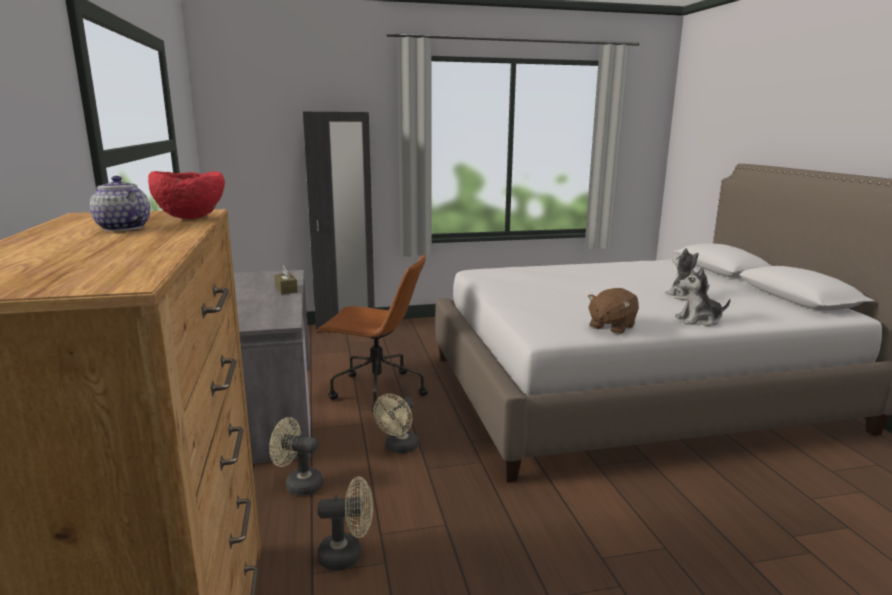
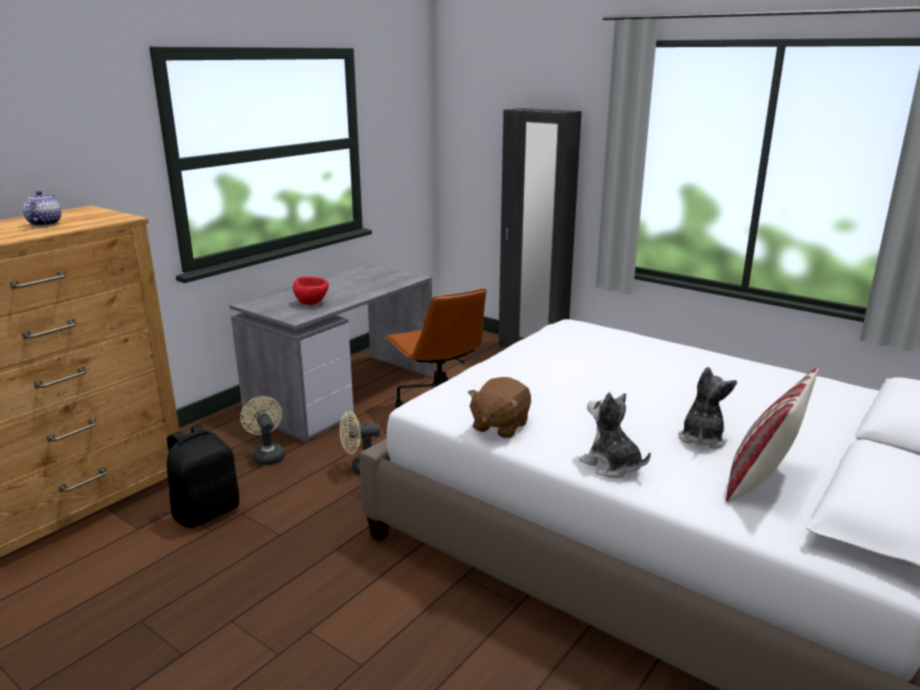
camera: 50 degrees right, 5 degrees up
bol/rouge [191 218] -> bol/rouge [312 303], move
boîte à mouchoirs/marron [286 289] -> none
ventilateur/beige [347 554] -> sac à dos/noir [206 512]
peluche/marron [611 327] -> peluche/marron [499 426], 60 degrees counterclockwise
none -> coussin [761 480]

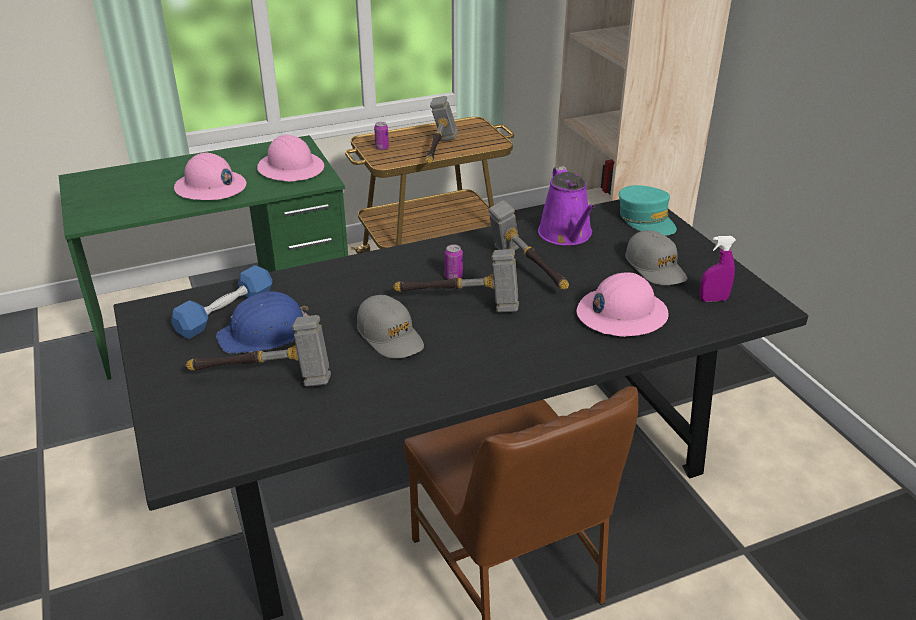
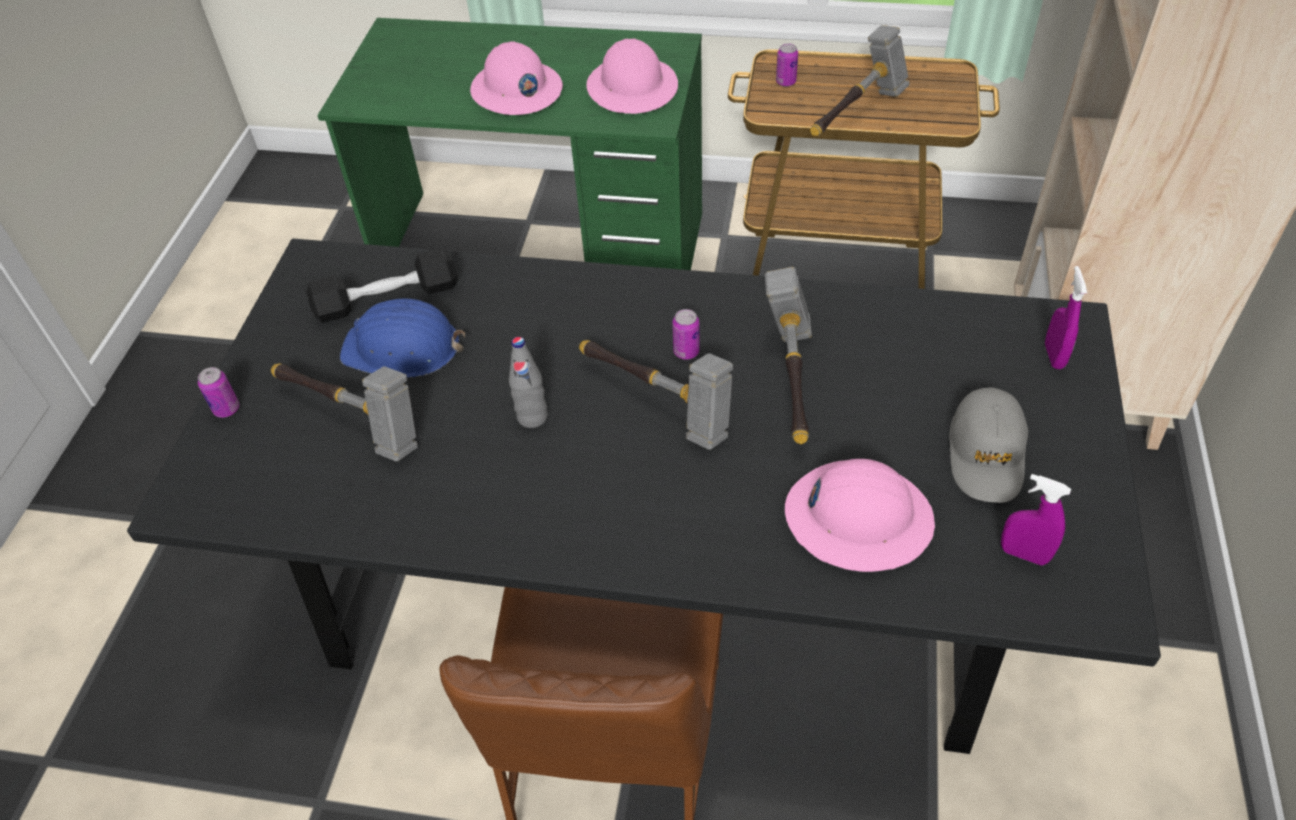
camera: 35 degrees right, 15 degrees up
haltère/bleu [225 312] -> haltère/noir [387 298]
casquette/gris [390 336] -> bouteille/gris [532 417]
arrosoir/violet [566 235] -> none
casquette/turquoise [646 220] -> vaporisateur/violet [1054 356]
none -> boîte métallique [227 409]

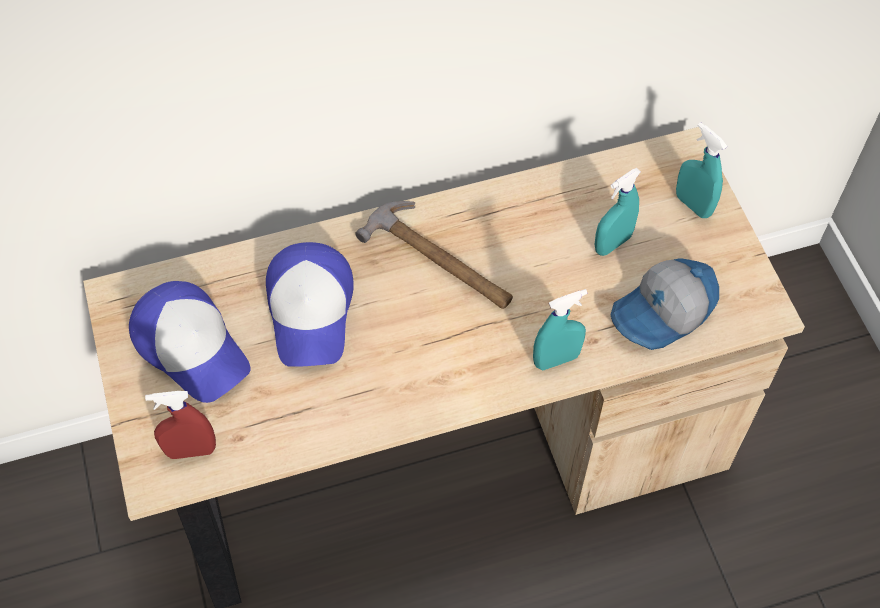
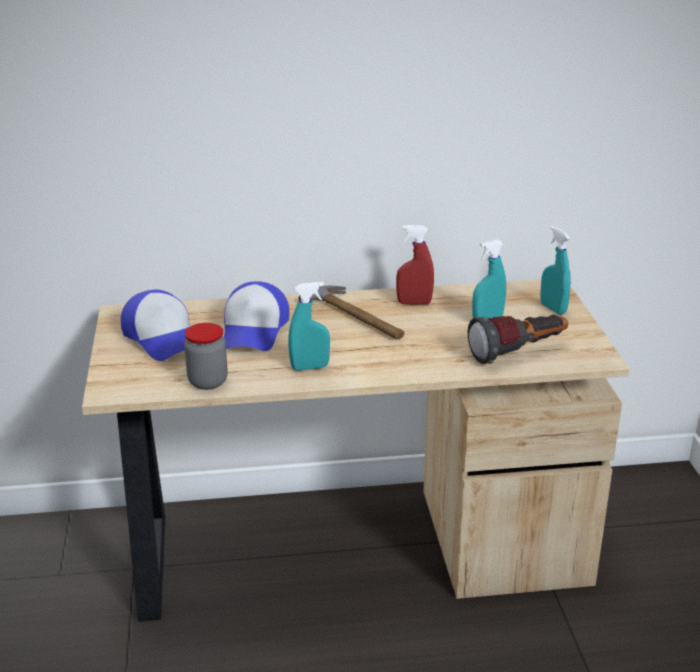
camera: 10 degrees right, 30 degrees down
vaporisateur/rouge [191 451] -> vaporisateur/rouge [414 303], move
vaporisateur/turquoise [556 359] -> vaporisateur/turquoise [310 367], move
casquette [663 314] -> lampe de poche [518 353]
none -> bocal [208 381]

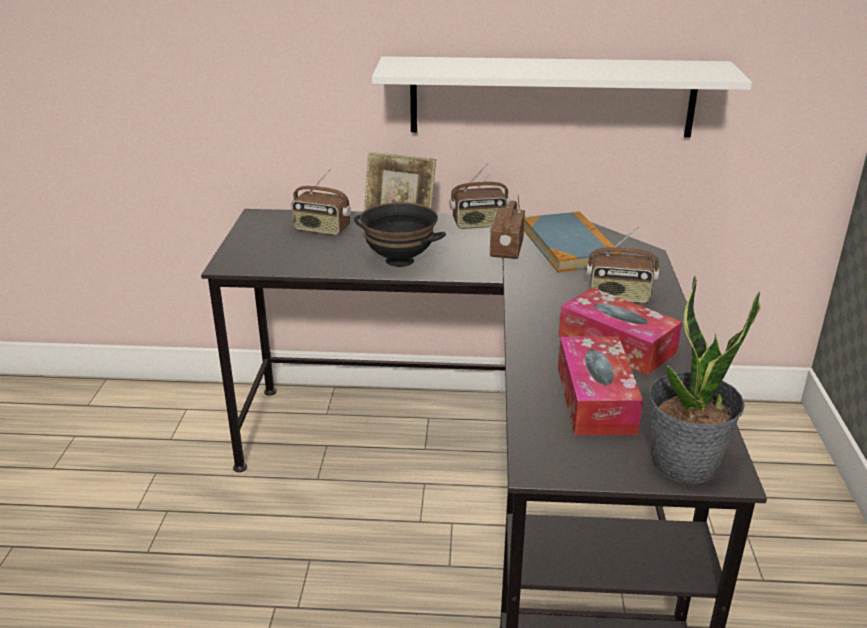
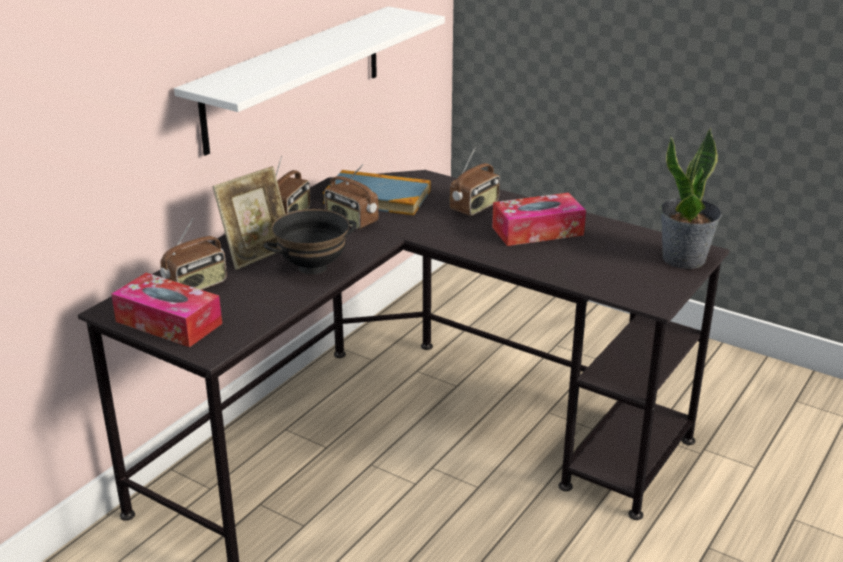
camera: 60 degrees left, 0 degrees up
boîte à mouchoirs [595 399] -> boîte à mouchoirs [169 322], move

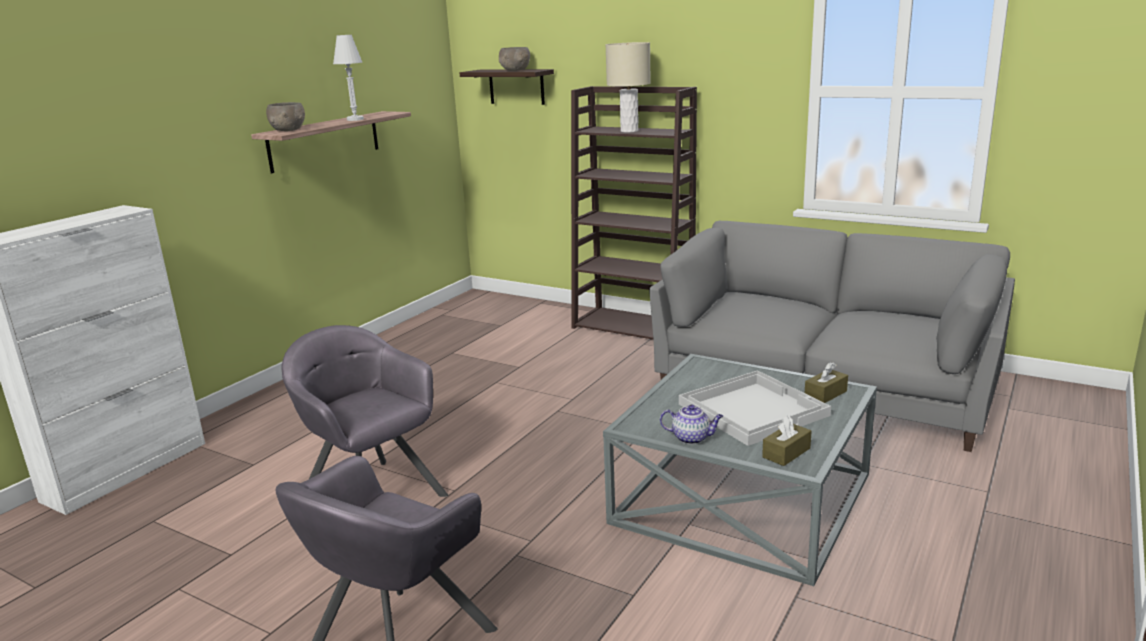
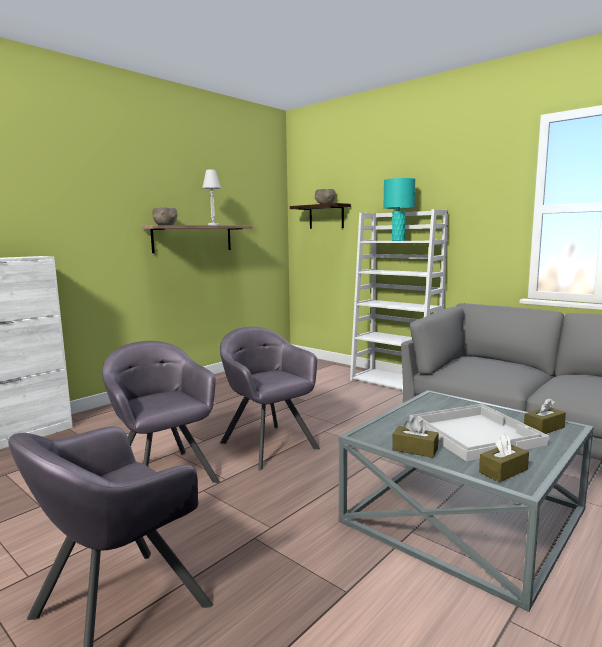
camera: 10 degrees right, 10 degrees down
bibliothèque/marron [634 326] -> bibliothèque/blanc [395 382]
lampe de table/beige [629 131] -> lampe de table/turquoise [398 240]
théière [692 438] -> boîte à mouchoirs/marron [415 449]
none -> fauteuil/gris [269 445]

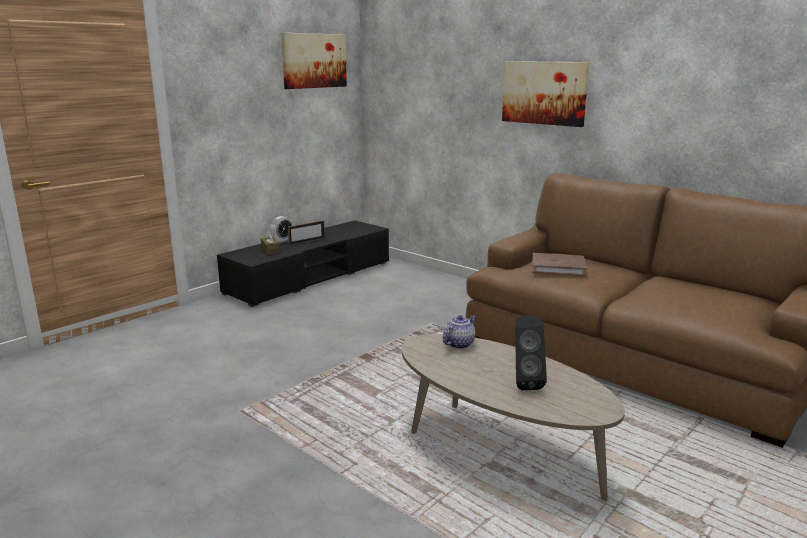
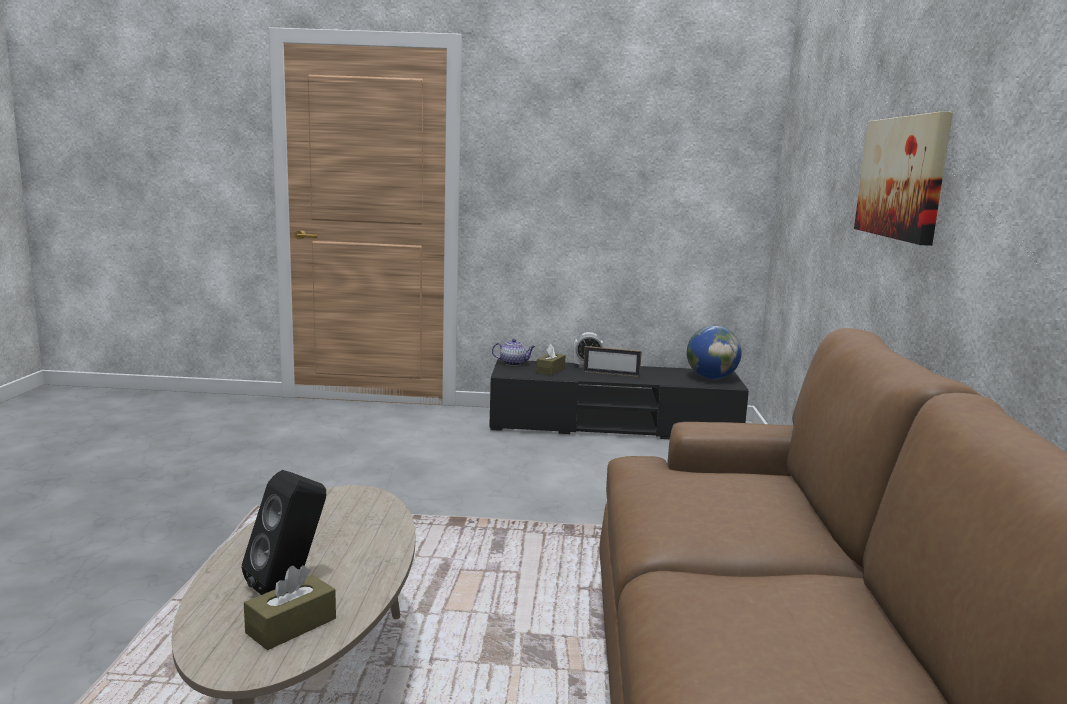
camera: 50 degrees right, 5 degrees down
tableau [314 61] -> none
théière [459 344] -> théière [513 363], move
livre/marron [558 267] -> none
none -> boîte à mouchoirs/marron [291 626]
none -> globe [711 378]

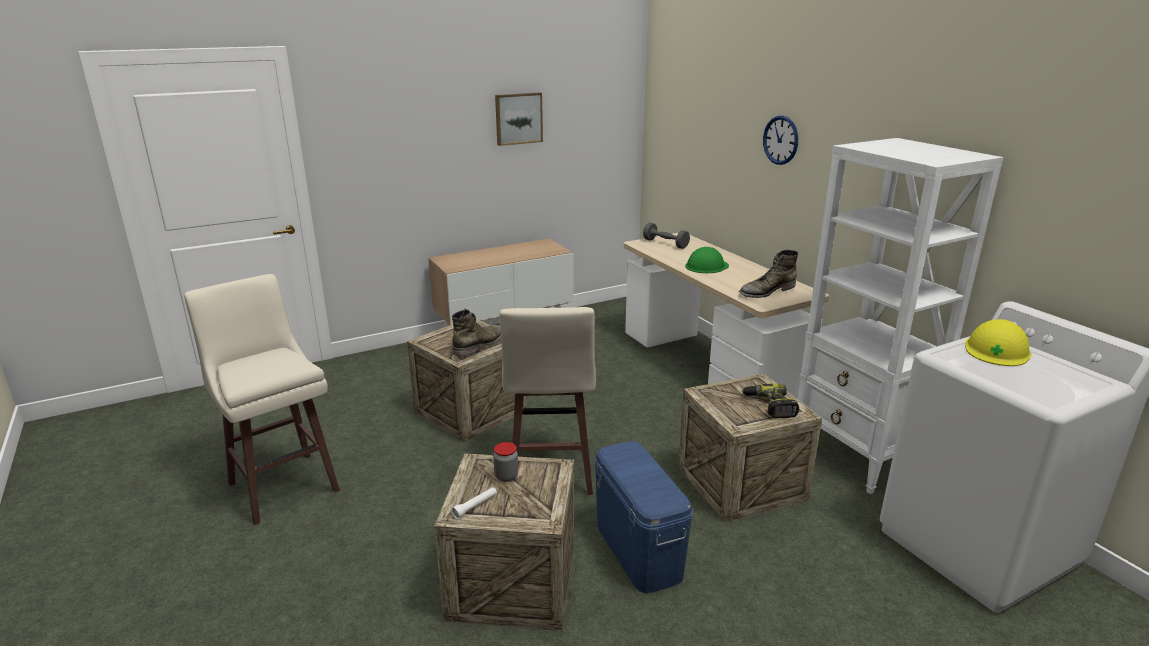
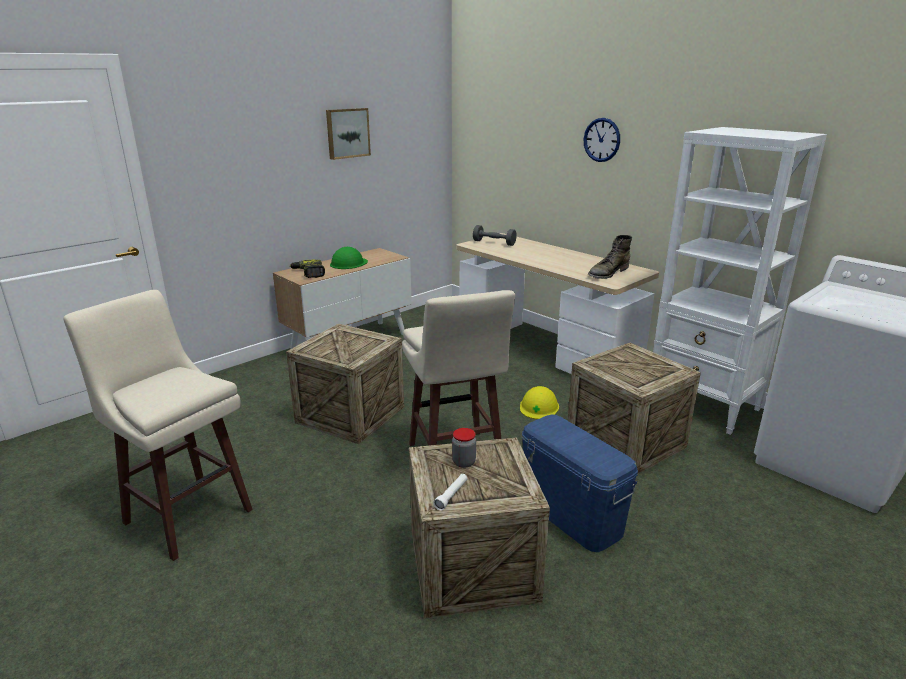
camera: 15 degrees left, 0 degrees up
botte/vert [479 345] -> none
casque de chantier/vert [706 266] -> casque de chantier/vert [348 263], move
perceuse [769 406] -> perceuse [308 273], move
casque de chantier/jaune [997 350] -> casque de chantier/jaune [539 407], move

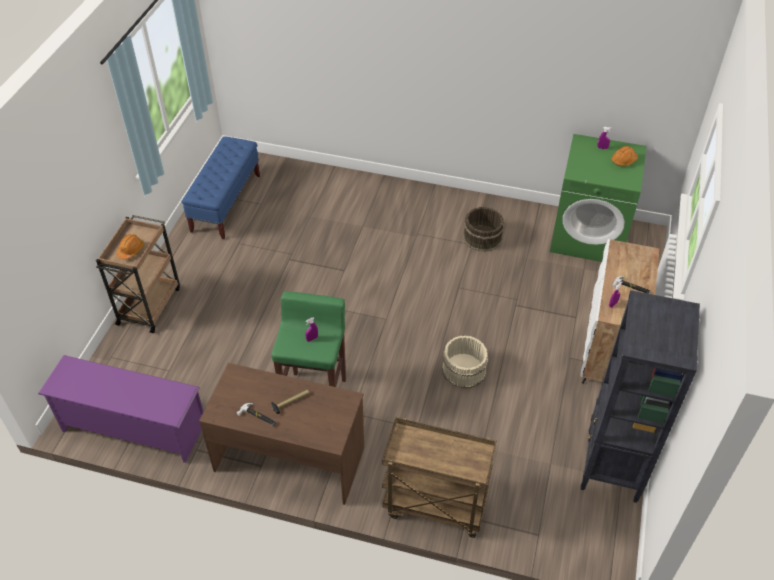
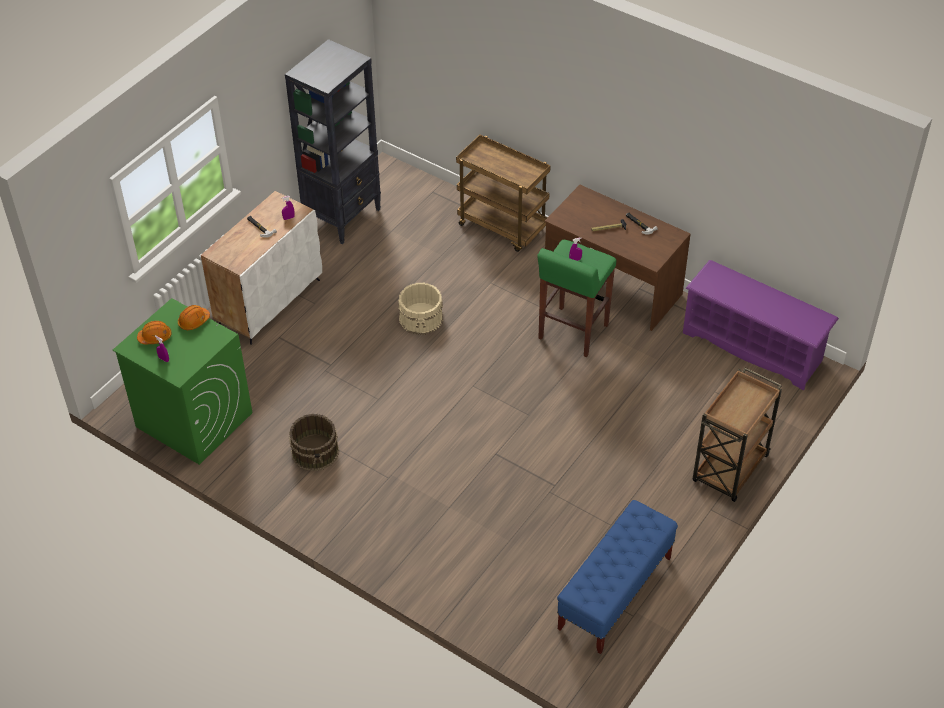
camera: 160 degrees left, 0 degrees up
casque de chantier/orange [131 250] -> casque de chantier/orange [194 321], move

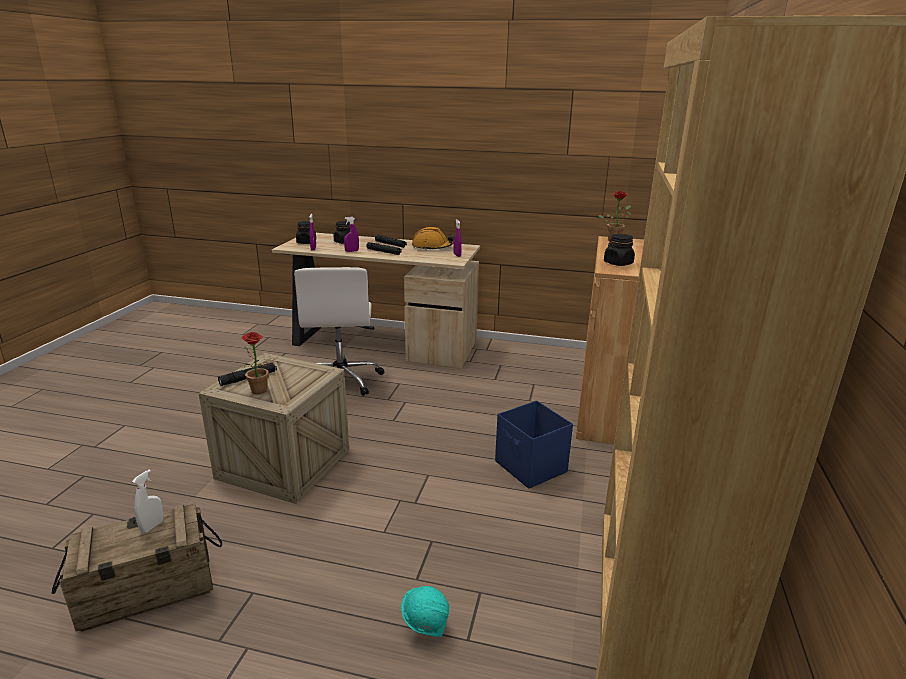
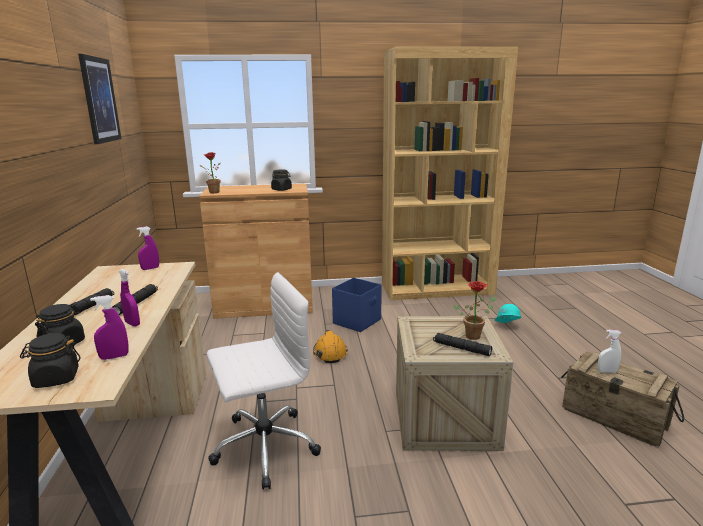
camera: 110 degrees left, 5 degrees down
casque de chantier/orange [432 247] -> casque de chantier/orange [330 352], move
none -> tableau [99 100]

